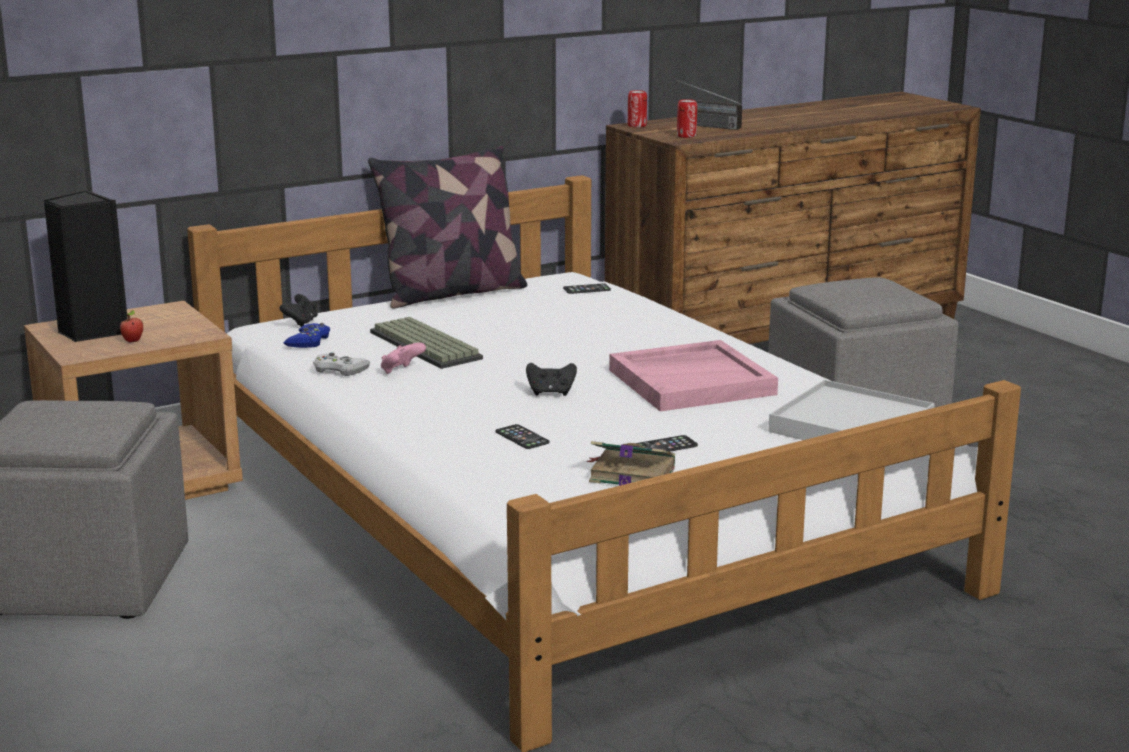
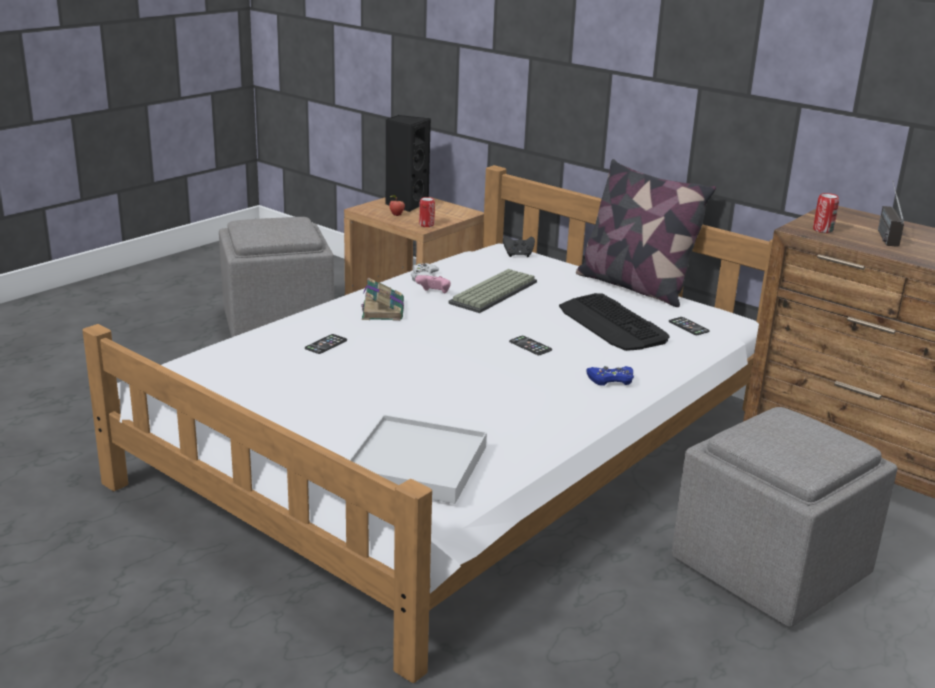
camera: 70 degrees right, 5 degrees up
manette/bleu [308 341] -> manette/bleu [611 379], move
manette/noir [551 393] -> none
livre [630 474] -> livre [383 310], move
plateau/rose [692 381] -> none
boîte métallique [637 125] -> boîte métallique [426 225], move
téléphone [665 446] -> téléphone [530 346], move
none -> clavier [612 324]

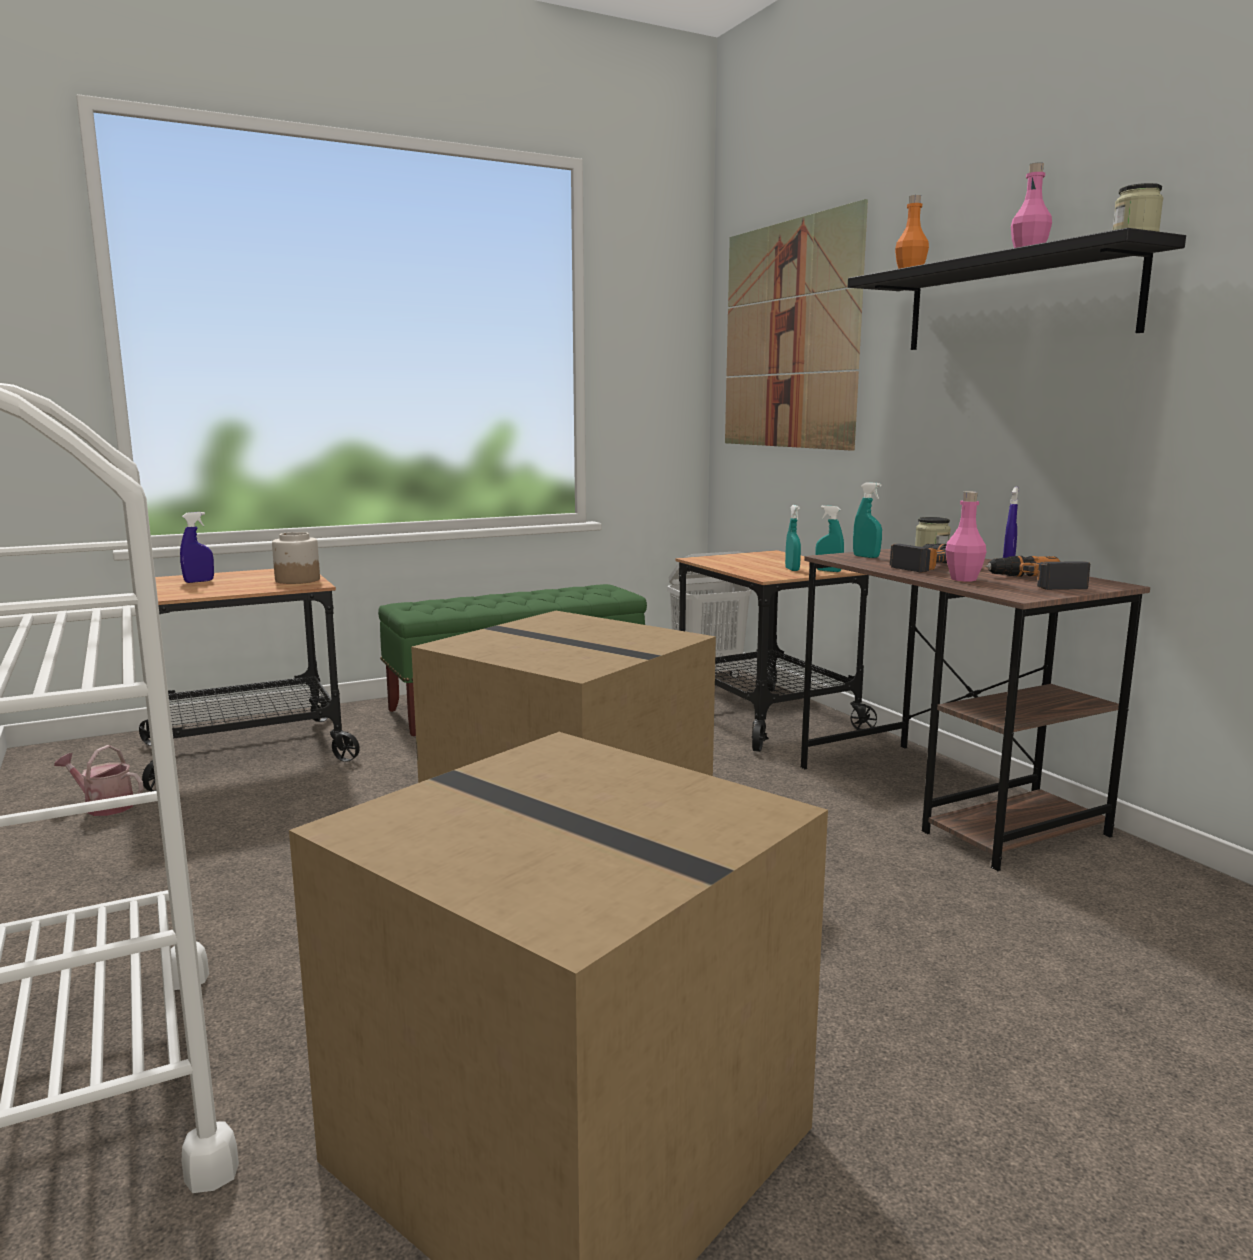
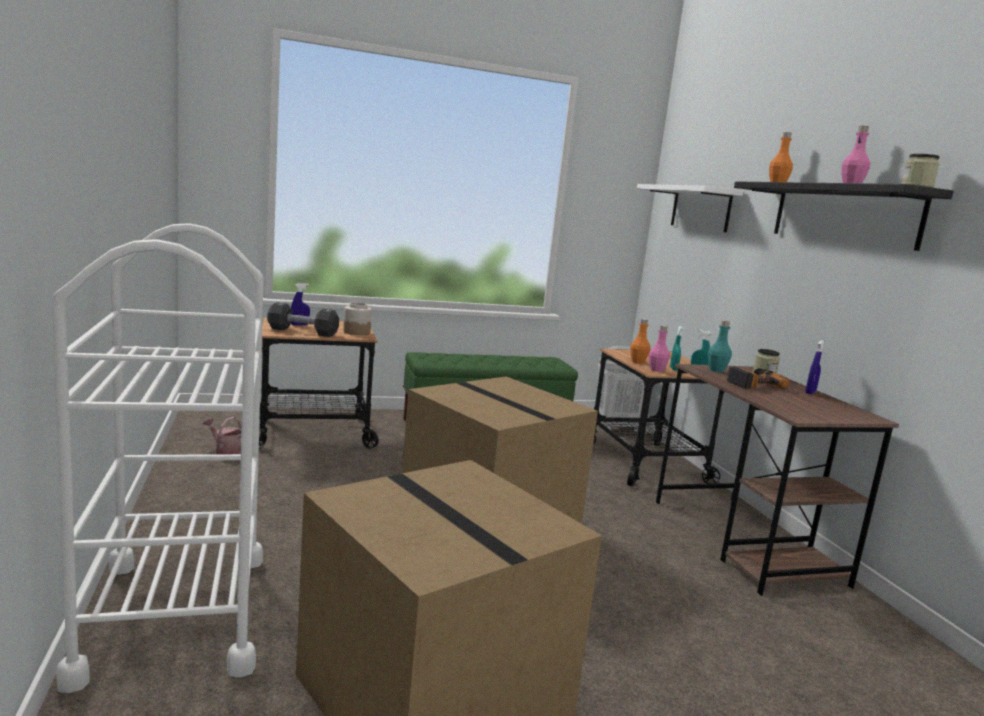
camera: 10 degrees right, 0 degrees up
tableau [788 336] -> étagère/blanc [700 208]
vaporisateur/turquoise [866 557] -> bouteille/turquoise [716 370]
bouteille/rose [963 579] -> bouteille/rose [656 370], move
perceuse [1036 582] -> none
none -> haltère/noir [302 332]
none -> bouteille/orange [638 362]

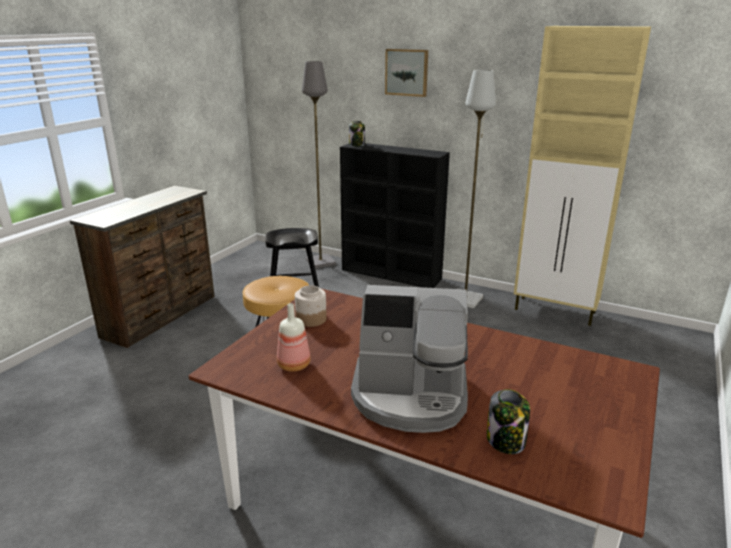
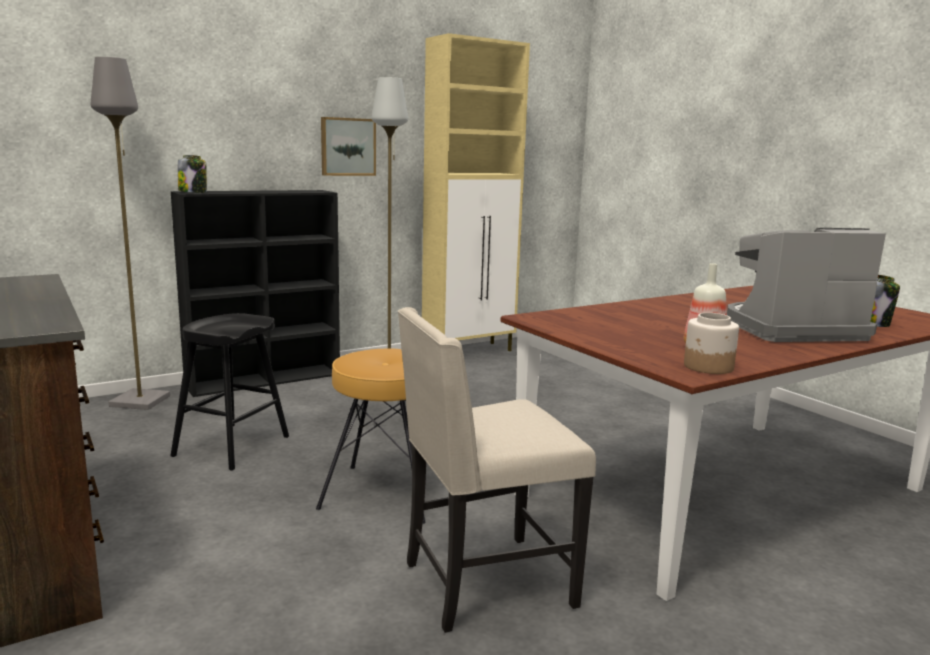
camera: 60 degrees left, 10 degrees down
bocal [310 319] -> bocal [708 367], move
machine à café [410 396] -> machine à café [791 329], 135 degrees counterclockwise
tableau [407 72] -> tableau [347 147], move
none -> chaise/beige [484 584]

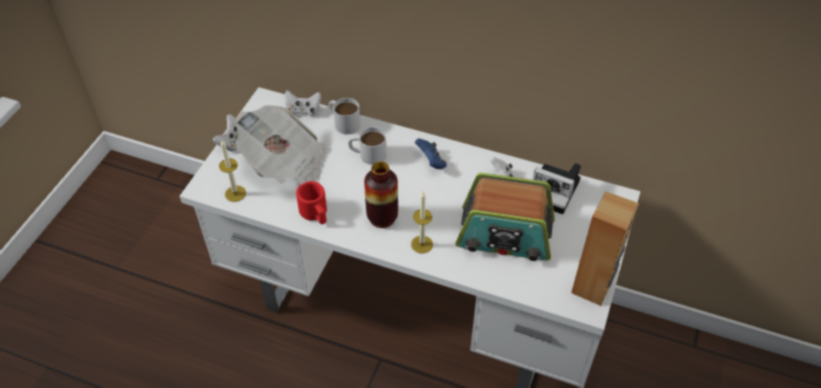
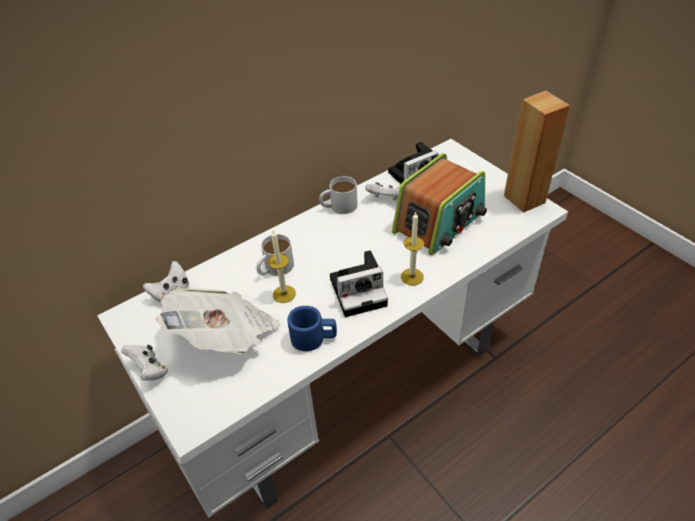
camera: 55 degrees left, 5 degrees down
bougie [235 193] -> bougie [284 294], move
mug/rouge [315 213] -> mug/bleu [314 338]
mug/blanc [343 122] -> mug/blanc [338 206], move
vase [382 217] -> appareil photo [360 290]
manette/bleu [431 162] -> none

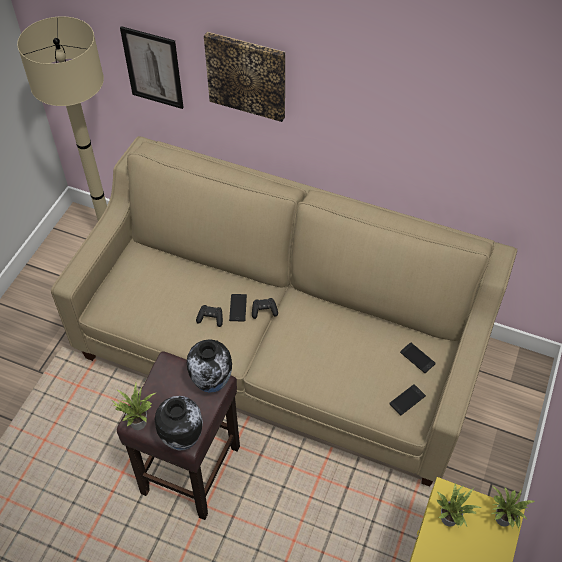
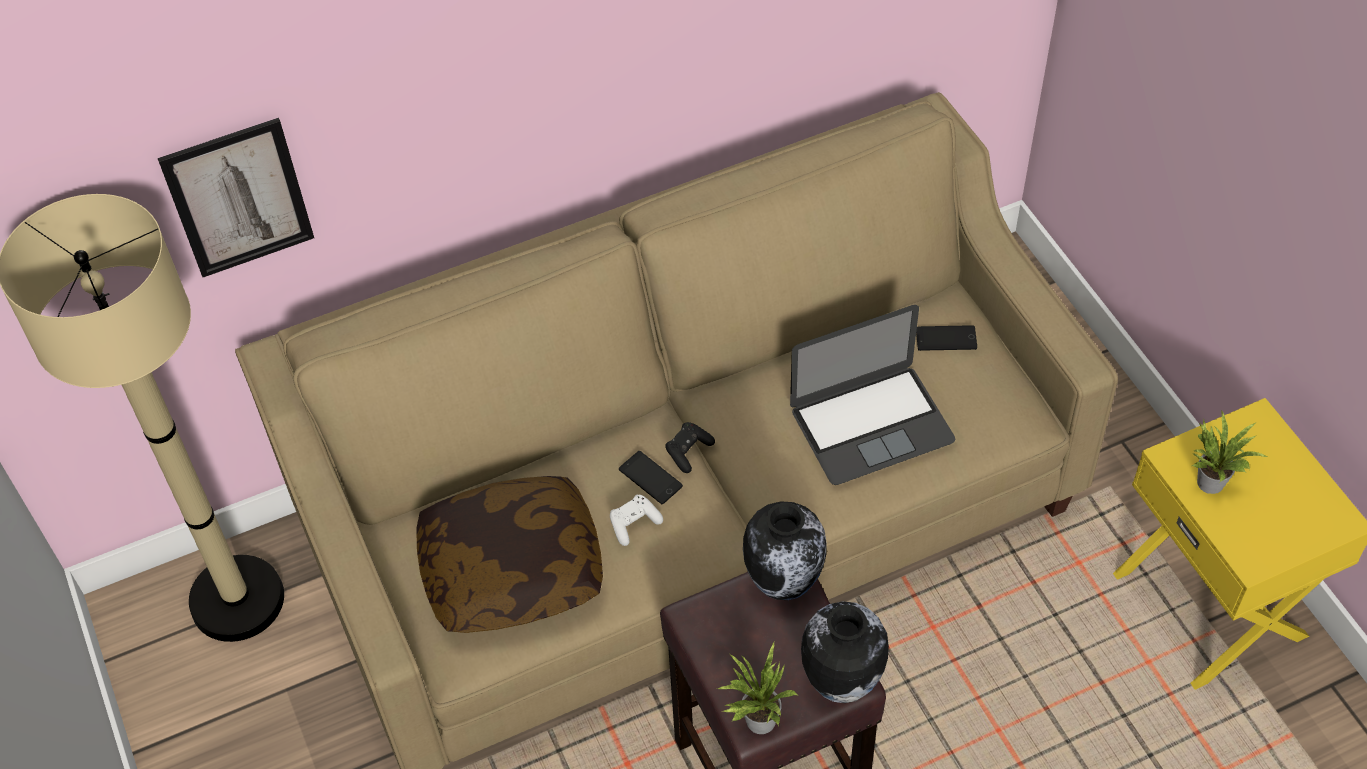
camera: 45 degrees left, 0 degrees up
manette/noir [210 318] -> manette/blanc [634 524]
tableau [247 75] -> none
téléphone [407 400] -> none
plante en pot [502 520] -> none
none -> coussin [512 570]
none -> ordinateur portable [871 424]

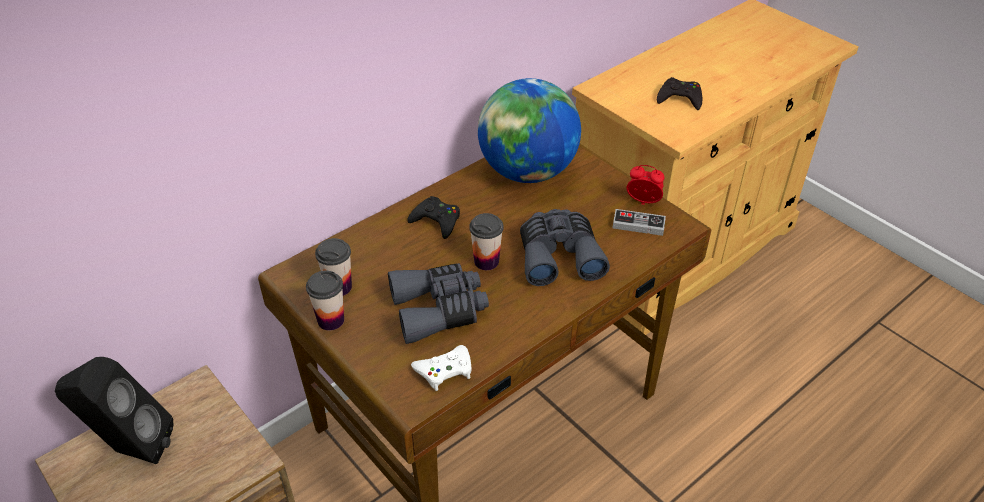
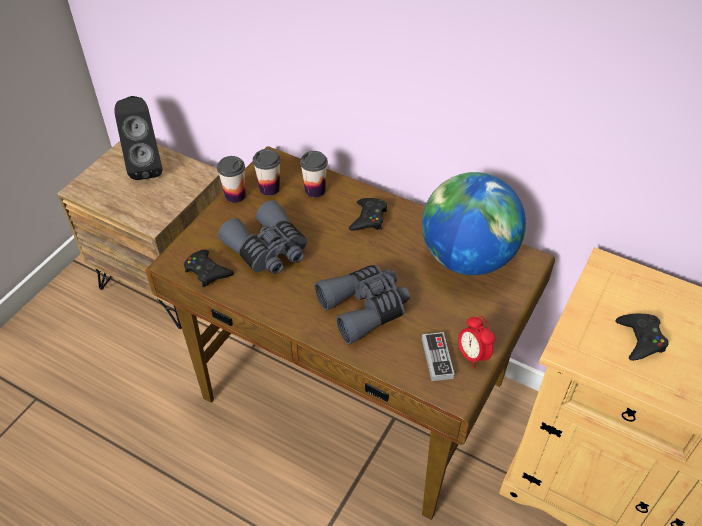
camera: 70 degrees right, 5 degrees up
manette/blanc [445 370] -> manette/noir [207 271]
tasse [486 261] -> tasse [315 190], move
réveil [643 203] -> réveil [472 355], 150 degrees clockwise

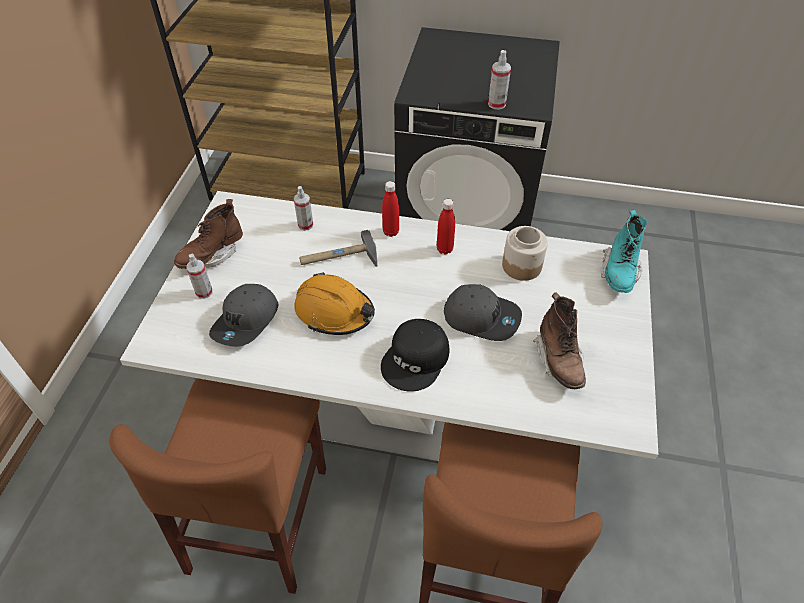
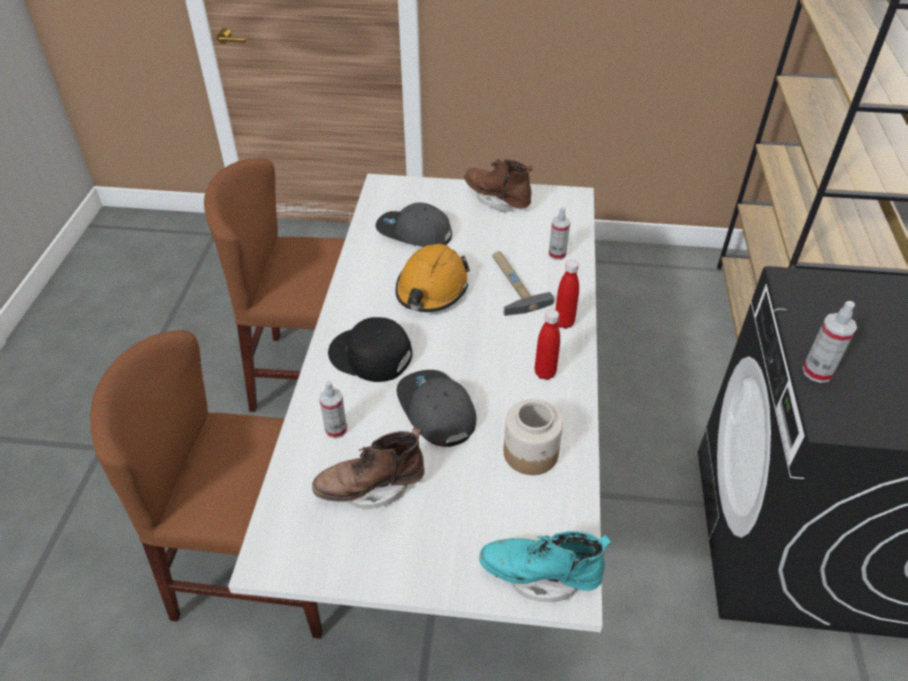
camera: 85 degrees right, 5 degrees down
vaporisateur [204 292] -> vaporisateur [336 429], move
casquette/gris [481 317] -> casquette/gris [435 411], 135 degrees clockwise

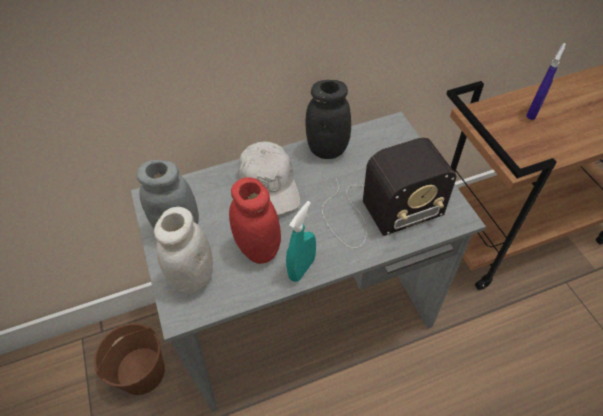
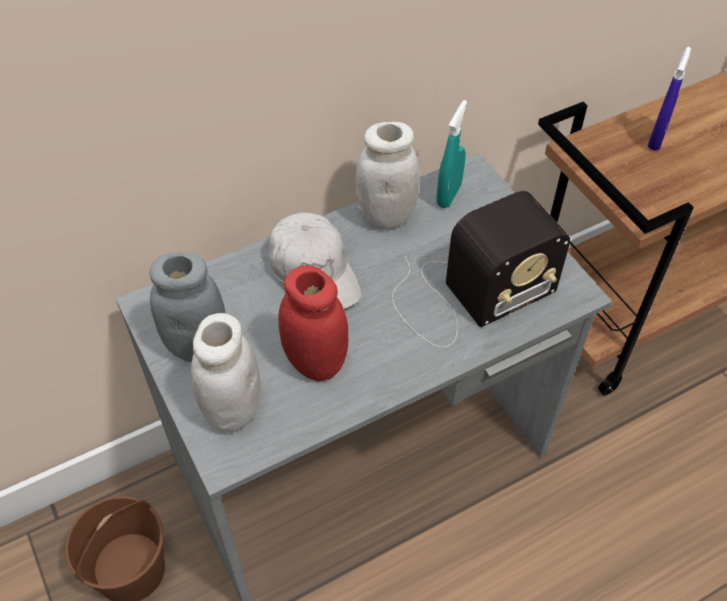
camera: 10 degrees left, 0 degrees up
vaporisateur/turquoise [302 268] -> vaporisateur/turquoise [448 195], move
bocal/noir [327 149] -> bocal/blanc [386 216]

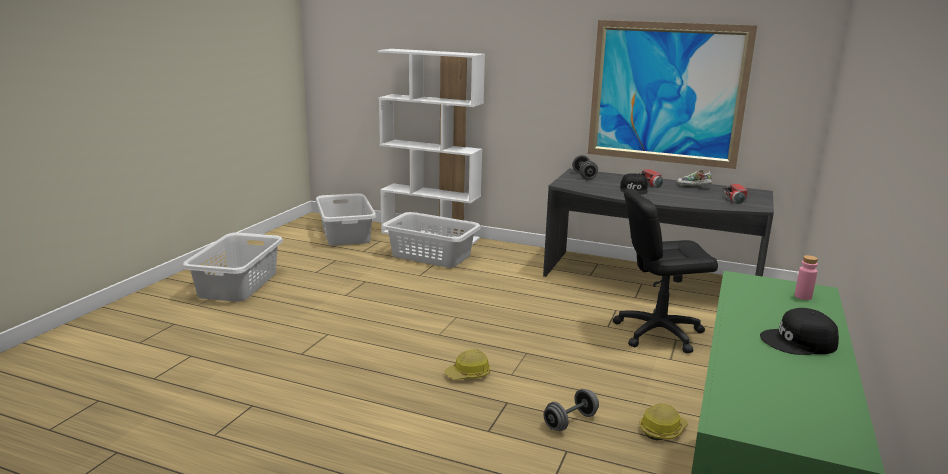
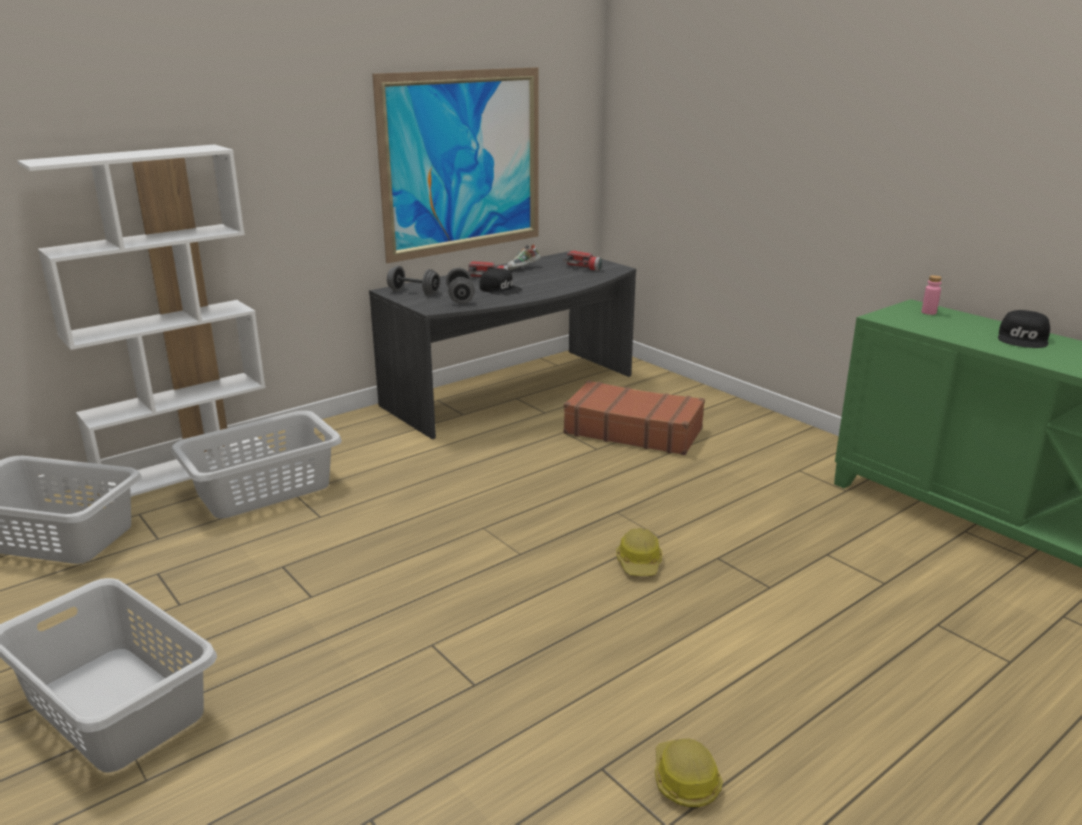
camera: 60 degrees left, 5 degrees up
haltère/gris [570 421] -> haltère/gris [460 297], move
chaise de bureau/noir [658 333] -> valise/marron [633 431]
casque de chantier [662 430] -> casque de chantier [684 780], move

